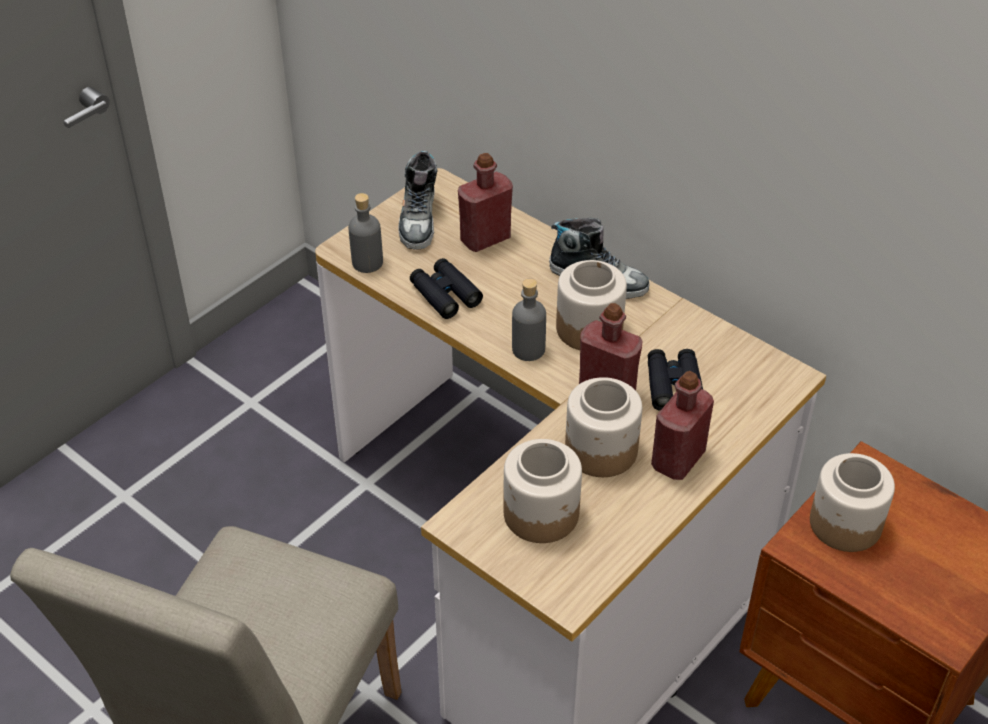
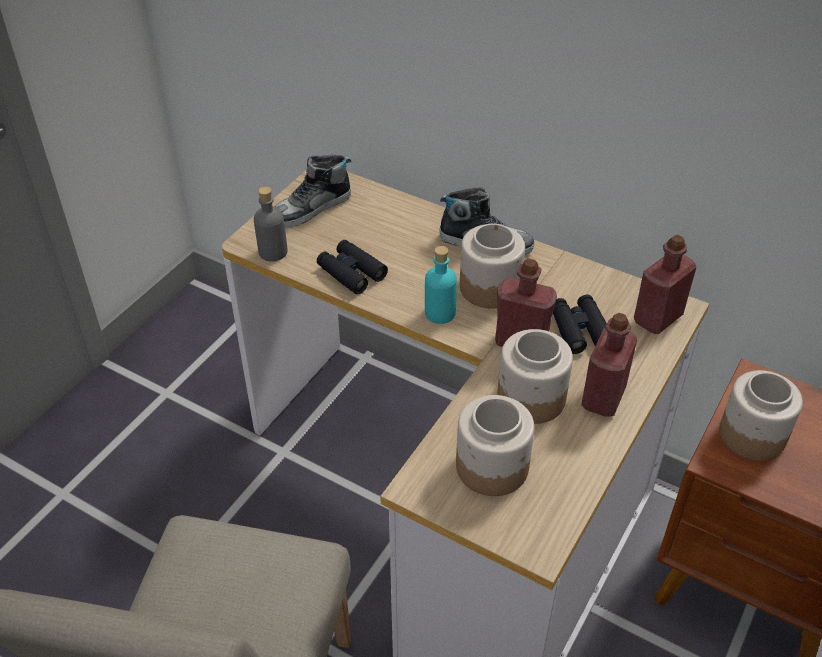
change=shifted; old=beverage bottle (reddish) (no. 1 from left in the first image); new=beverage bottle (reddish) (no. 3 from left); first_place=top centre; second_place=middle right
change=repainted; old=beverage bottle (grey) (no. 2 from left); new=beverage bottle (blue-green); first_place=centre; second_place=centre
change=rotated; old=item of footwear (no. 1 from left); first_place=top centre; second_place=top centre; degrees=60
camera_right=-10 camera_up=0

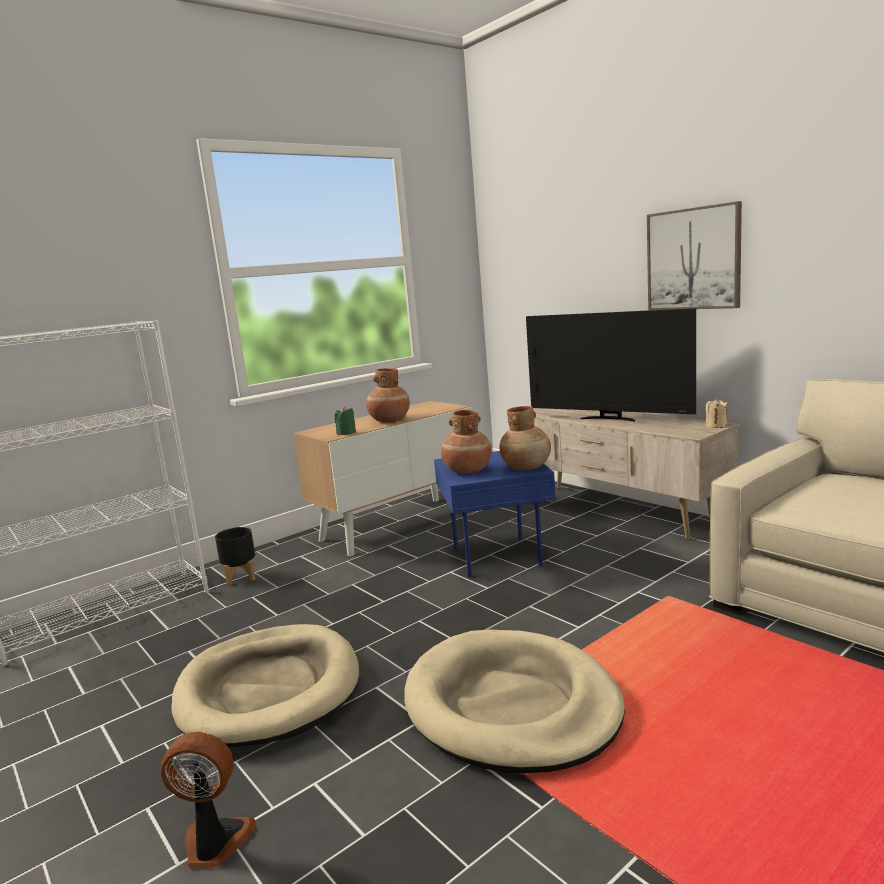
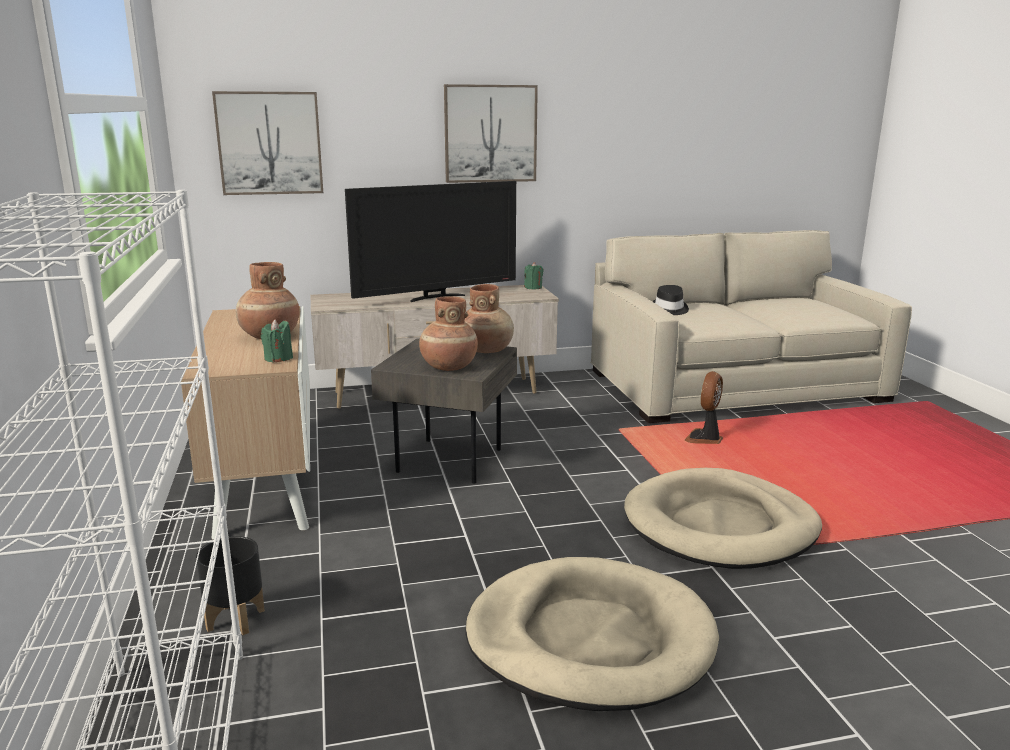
change=new; new=wall art (no. 1 from left); second_place=top left
change=new; new=wearable hat (black-coloured); second_place=centre
change=shifted; old=cooling fan; first_place=bottom left; second_place=middle right
change=repainted; old=end table (blue-coloured); new=end table (grey); first_place=centre; second_place=centre
change=repainted; old=wax candle (beige-coloured); new=wax candle (green-coloured) (no. 2 from left); first_place=middle right; second_place=centre
camera_right=-65 camera_up=5

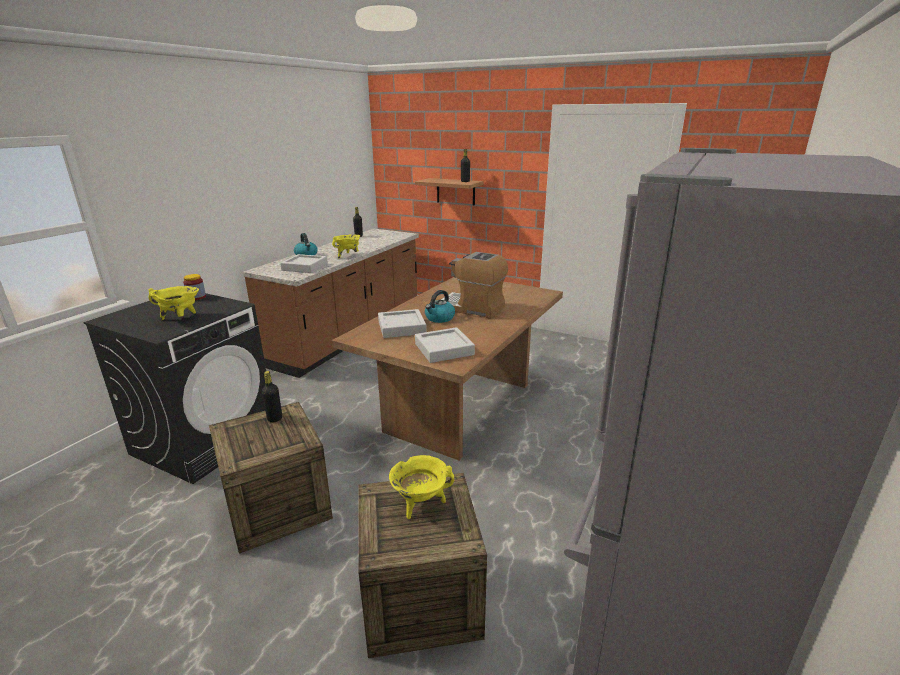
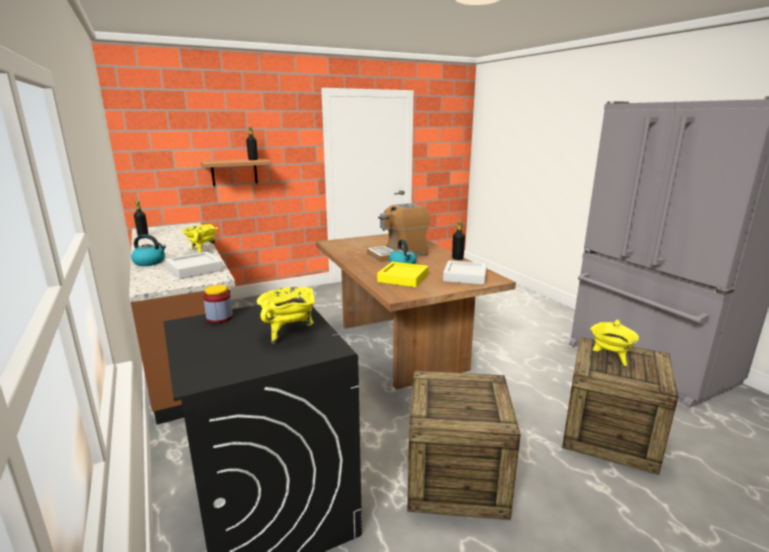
change=shifted; old=beverage bottle (black-coloured) (no. 1 from left in the first image); new=beverage bottle (black-coloured) (no. 3 from left); first_place=middle left; second_place=centre
change=repainted; old=serving tray (grey) (no. 2 from left); new=serving tray (yellowish); first_place=centre; second_place=centre
camera_right=-55 camera_up=-5

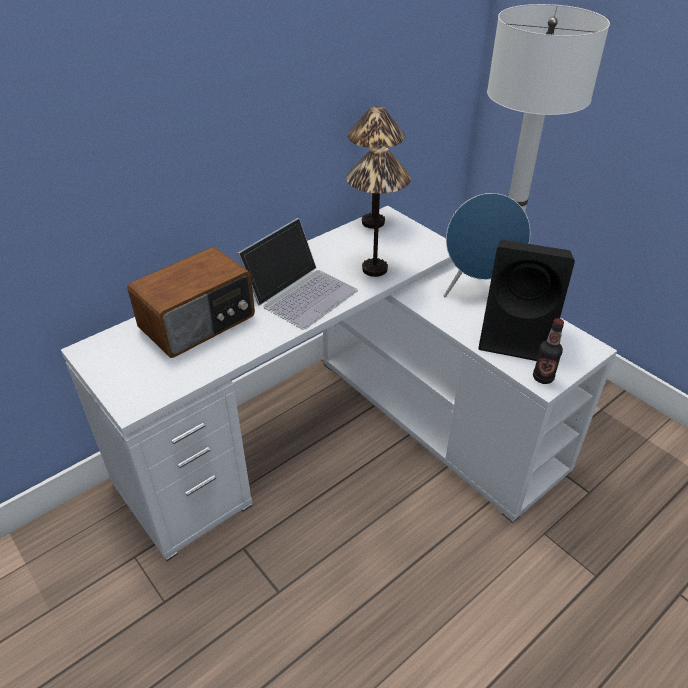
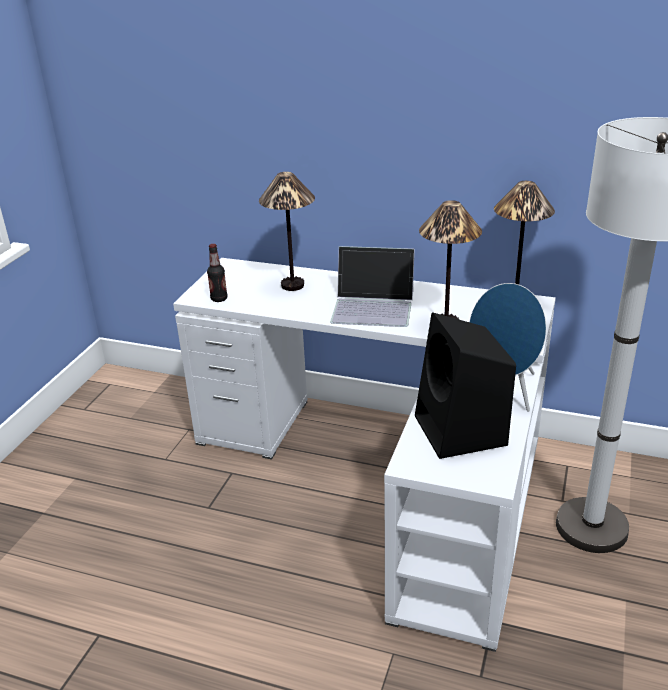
change=shifted; old=beverage bottle; first_place=middle right; second_place=middle left
change=swapped; old=radio; new=table lamp (no. 1 from left); first_place=middle left; second_place=centre
camera_right=60 camera_up=-10

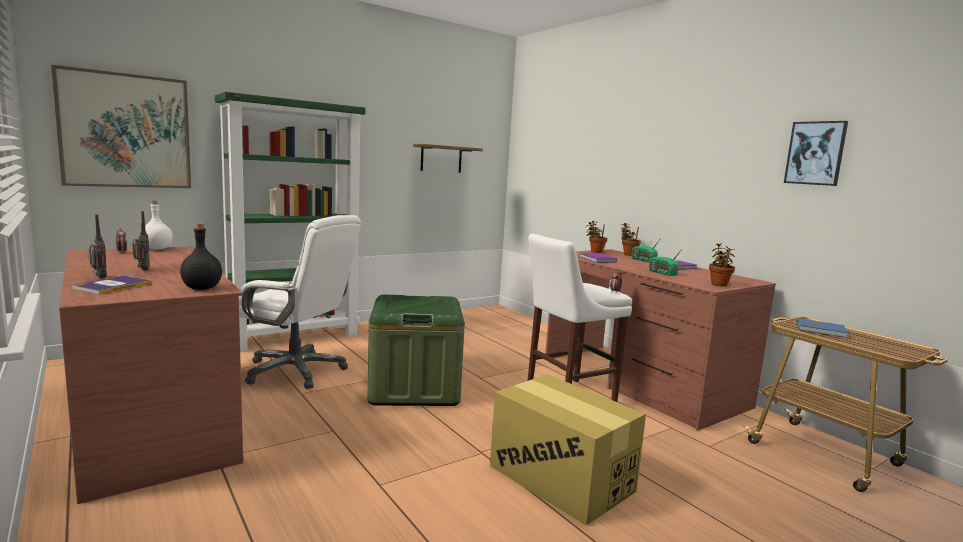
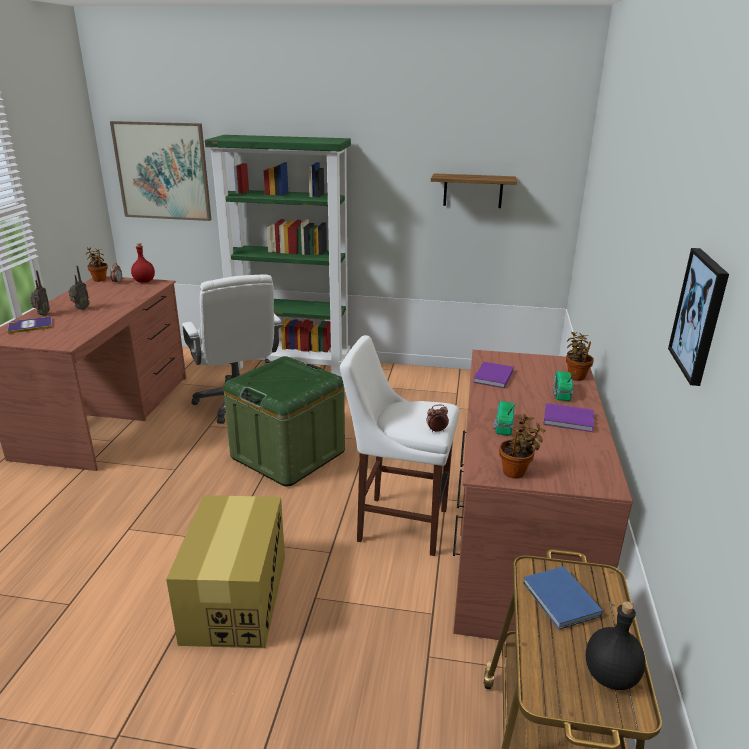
change=shifted; old=beverage bottle (black-coloured); first_place=middle left; second_place=bottom right
change=shifted; old=houseplant (no. 1 from left); first_place=centre; second_place=middle left
change=repainted; old=beverage bottle (white); new=beverage bottle (reddish); first_place=middle left; second_place=middle left
camera_right=45 camera_up=15

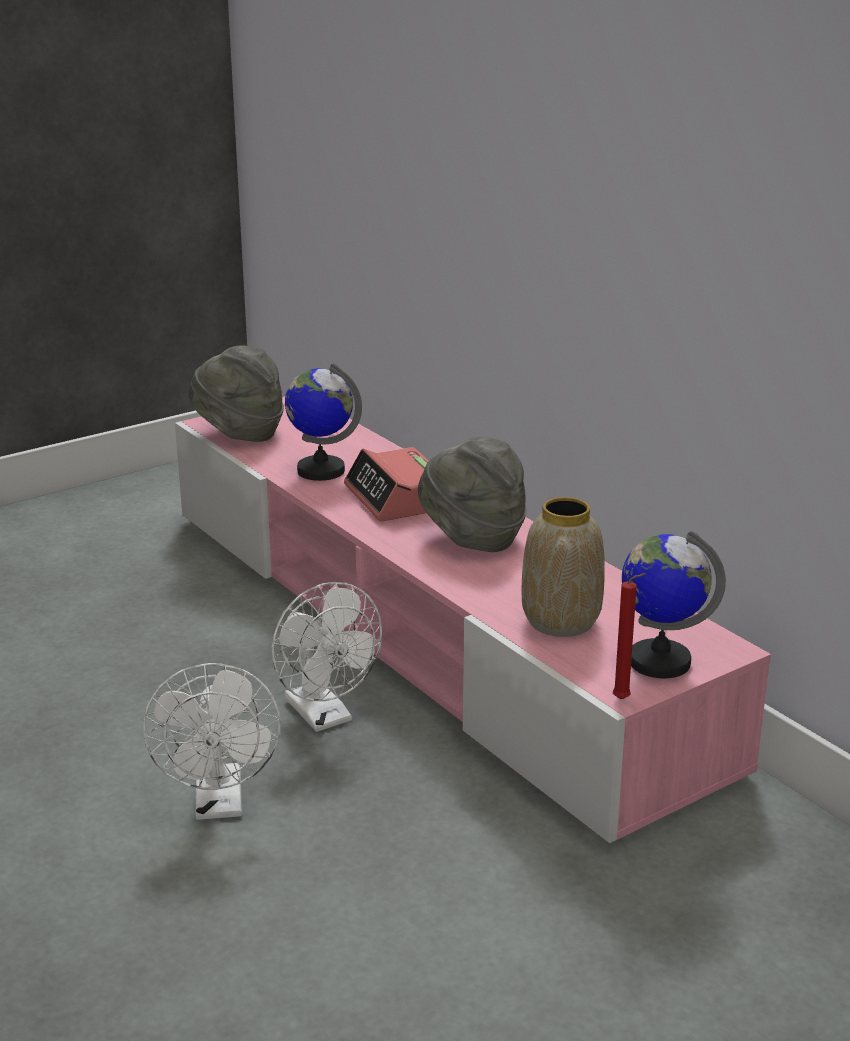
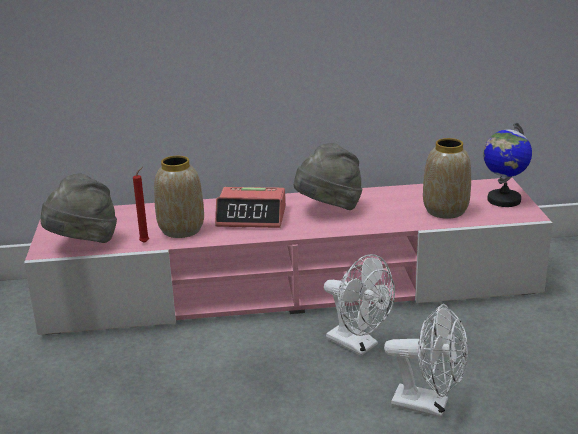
change=shifted; old=wax candle (reddish); first_place=middle right; second_place=middle left
change=swapped; old=world globe (no. 1 from left); new=flower vase (no. 1 from left); first_place=centre; second_place=middle left
change=rotated; old=cooling fan (white) (no. 2 from left in the first image); first_place=centre; second_place=bottom centre; degrees=45
camera_right=-60 camera_up=0

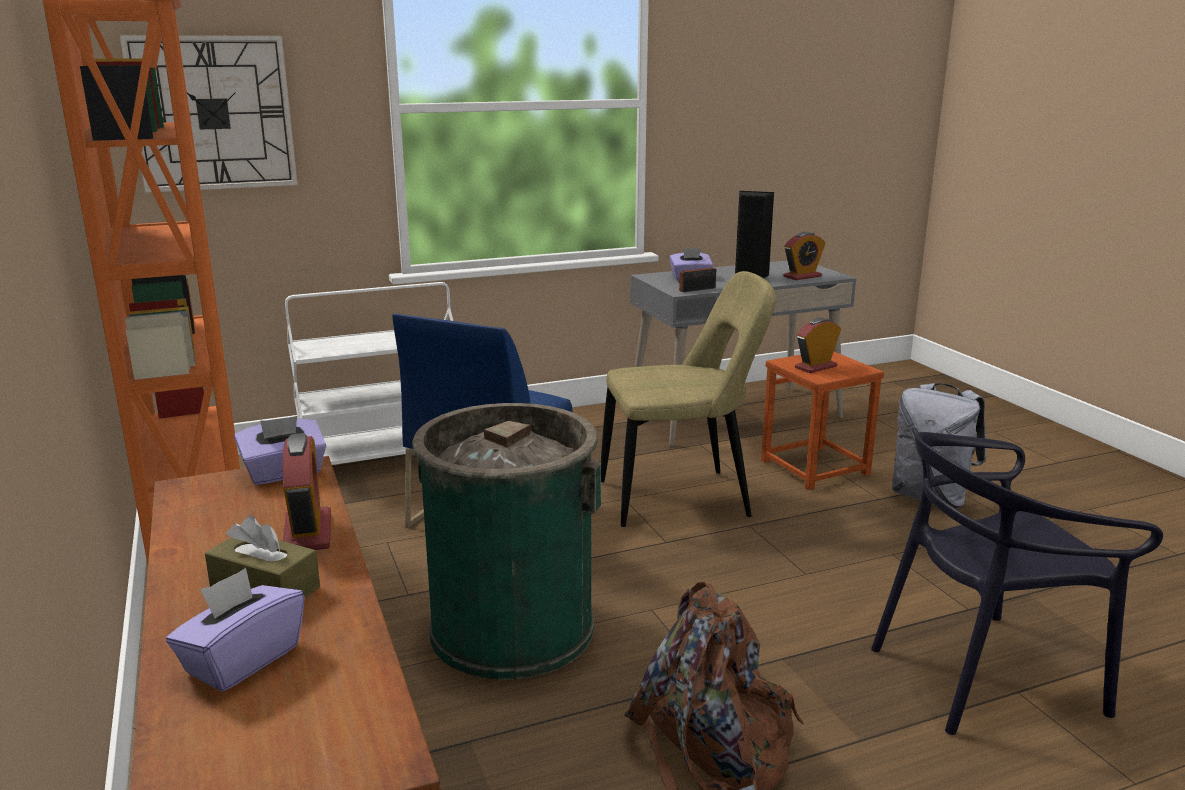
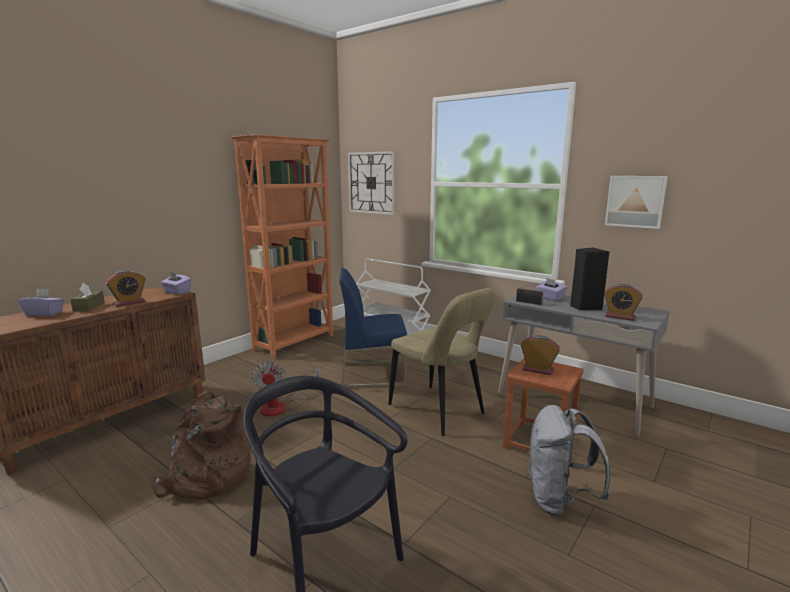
change=new; new=wall art; second_place=middle right
change=swapped; old=waste bin (green-coloured); new=cooling fan; first_place=bottom centre; second_place=centre
camera_right=60 camera_up=-5

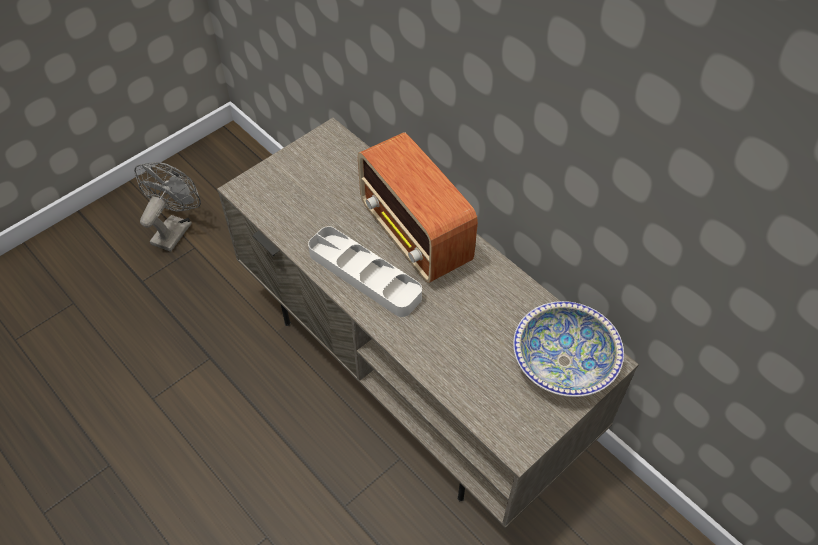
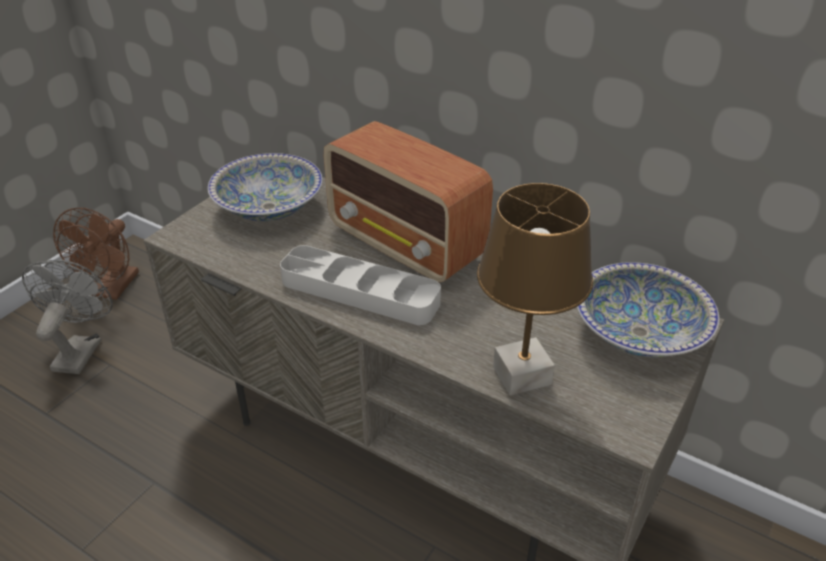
change=new; new=cooling fan (brown); second_place=middle left
change=new; new=deep dish (no. 1 from left); second_place=middle left
change=new; new=table lamp (brown); second_place=centre
camera_right=-15 camera_up=-15

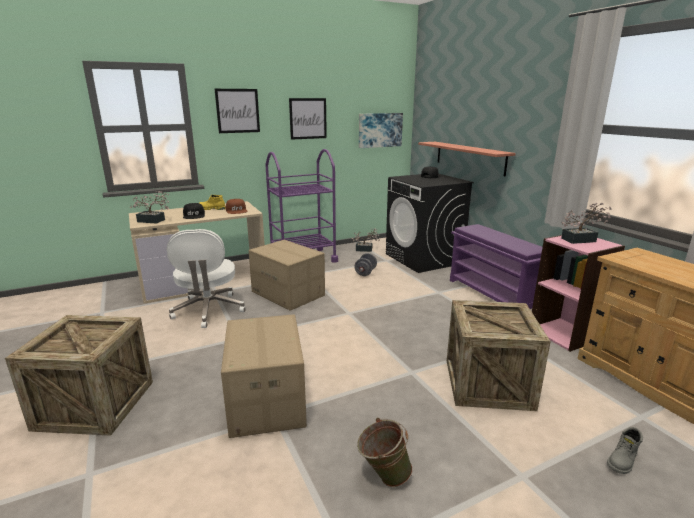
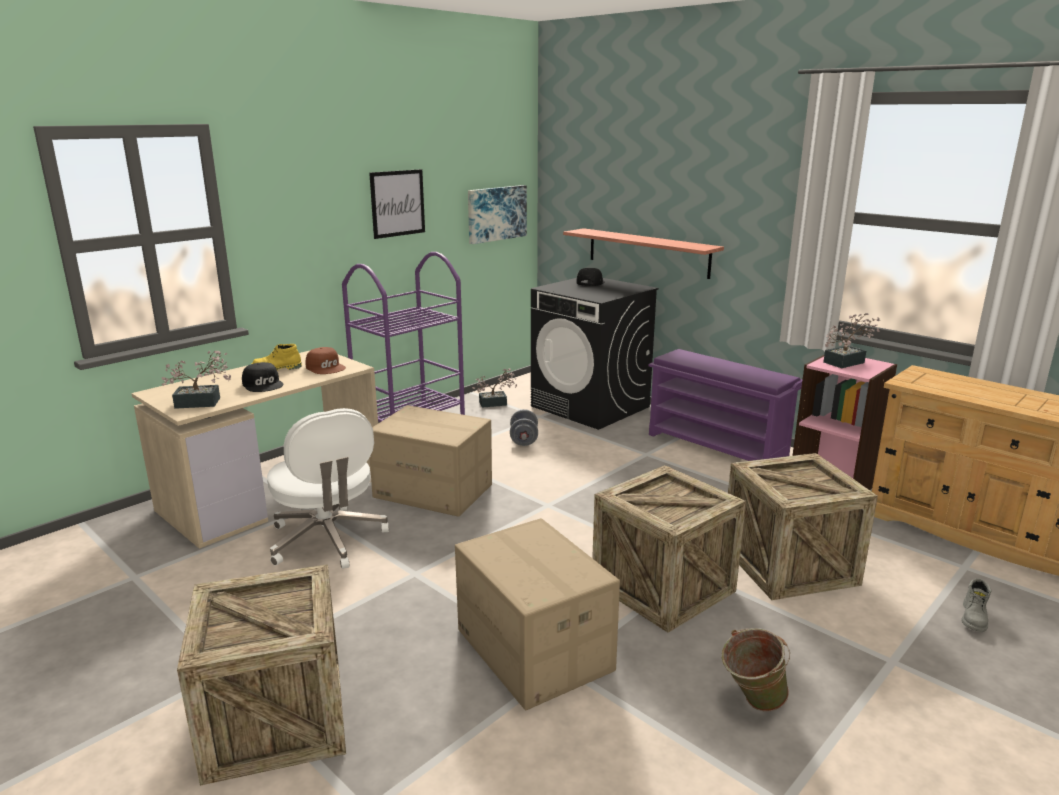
change=gone; old=wall art (no. 1 from left); first_place=top centre
change=new; new=packing crate (no. 2 from left); second_place=bottom centre
camera_right=-20 camera_up=0

